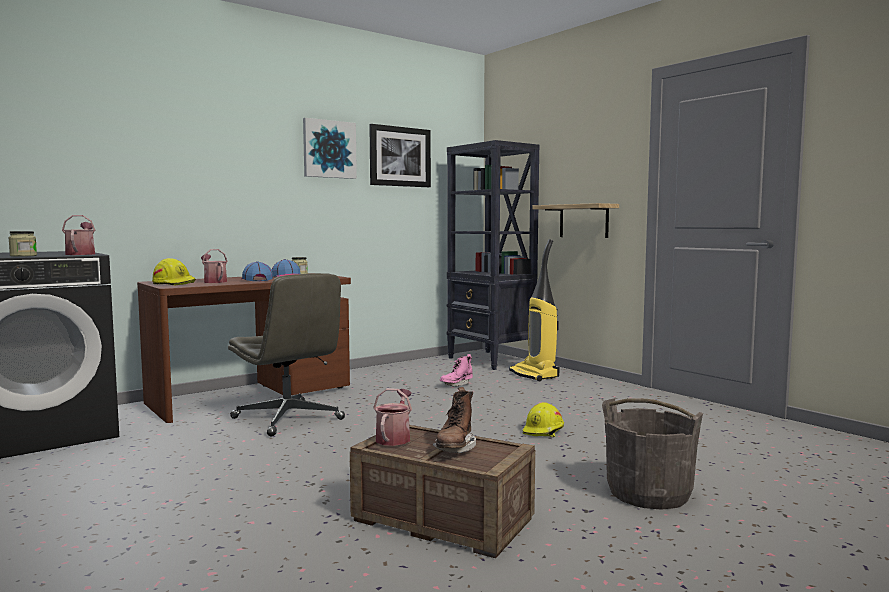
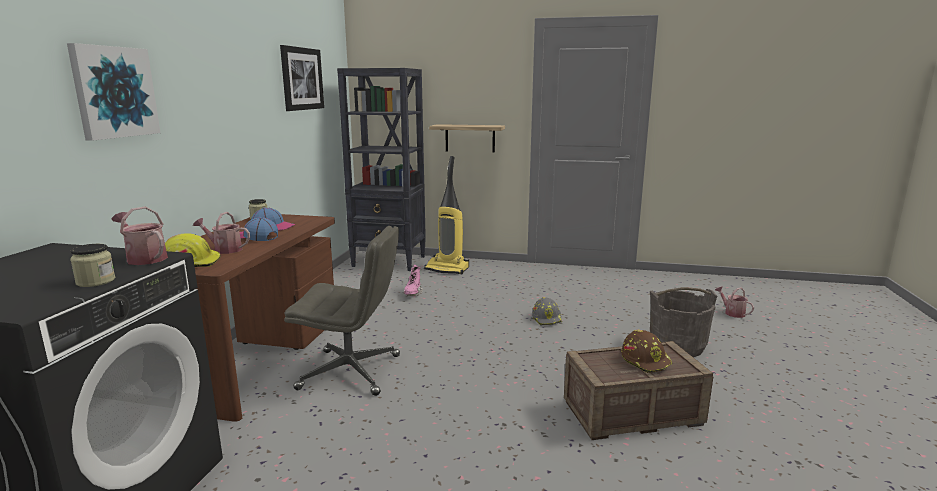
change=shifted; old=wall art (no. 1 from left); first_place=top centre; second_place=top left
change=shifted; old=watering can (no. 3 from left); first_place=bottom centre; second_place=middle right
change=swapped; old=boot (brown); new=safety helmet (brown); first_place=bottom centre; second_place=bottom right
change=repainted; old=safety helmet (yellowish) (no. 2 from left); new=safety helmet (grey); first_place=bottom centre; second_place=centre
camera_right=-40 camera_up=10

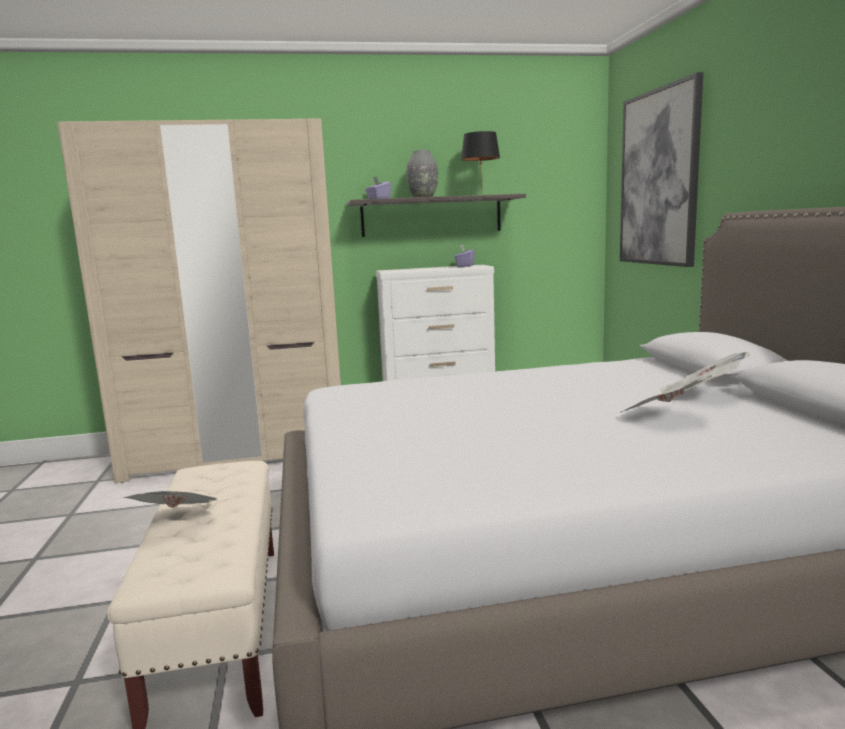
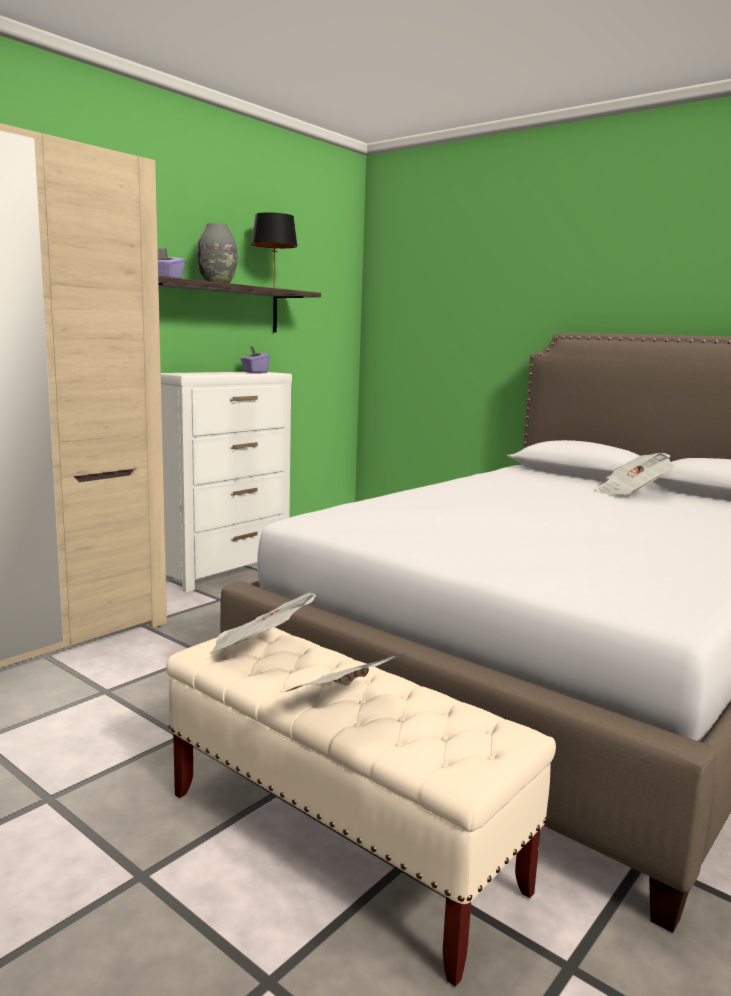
change=gone; old=wall art; first_place=top right
change=shifted; old=printed paper (no. 2 from left in the first image); new=printed paper (no. 1 from left); first_place=middle right; second_place=centre
camera_right=-40 camera_up=0

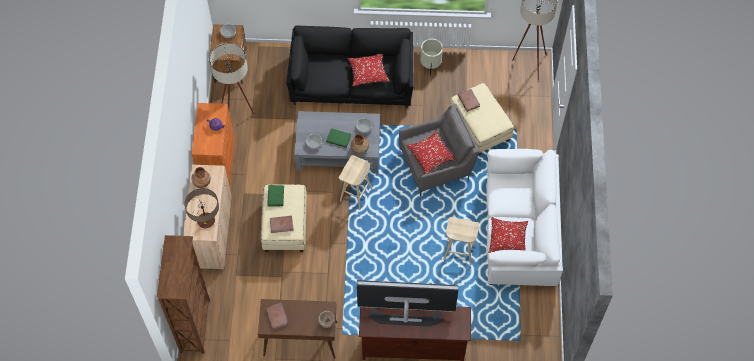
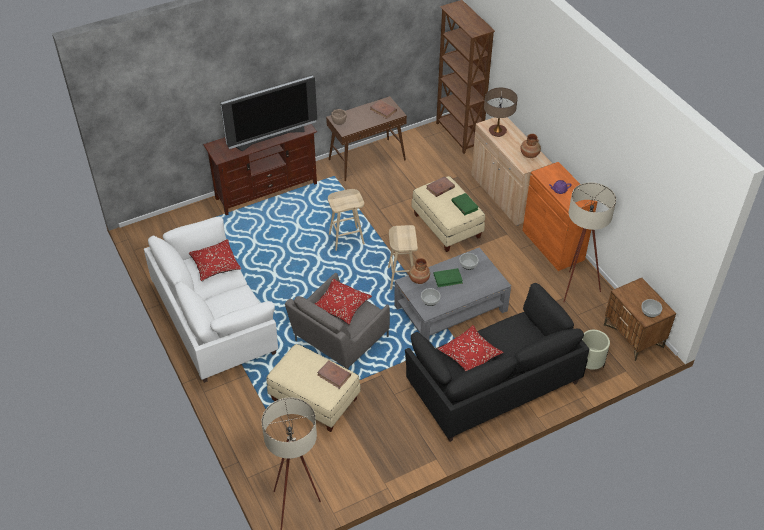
change=shifted; old=plant pot (beige-coloured); first_place=top centre; second_place=middle right
change=shifted; old=sitting stool (beige-coloured) (no. 2 from left in the first image); new=sitting stool (beige-coloured) (no. 1 from left); first_place=bottom centre; second_place=centre
camera_right=150 camera_up=-15

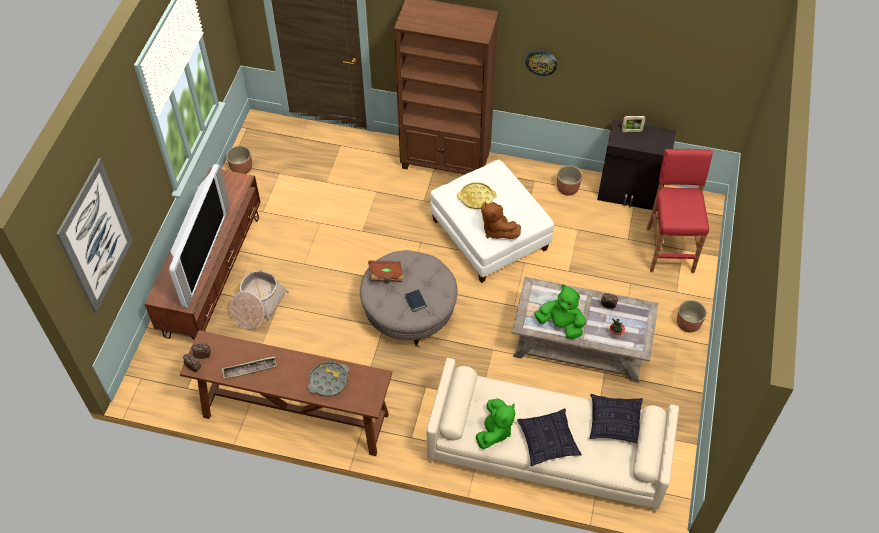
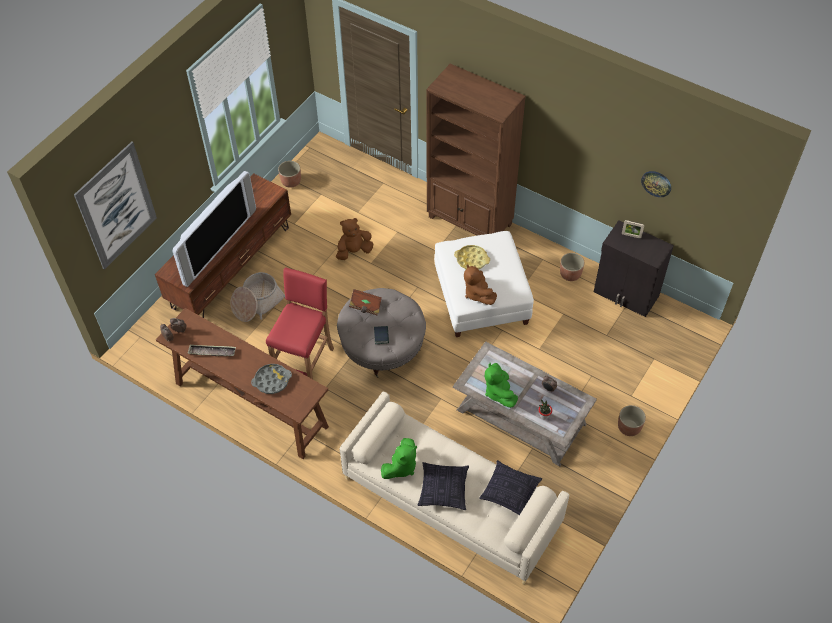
change=new; new=cuddly toy (brown) (no. 1 from left); second_place=centre
change=shifted; old=wall clock; first_place=top centre; second_place=top right
change=shifted; old=sitting stool (reddish); first_place=middle right; second_place=centre
change=rotated; old=cuddly toy (green-coloured) (no. 2 from left); first_place=centre; second_place=centre; degrees=-150
camera_right=20 camera_up=0

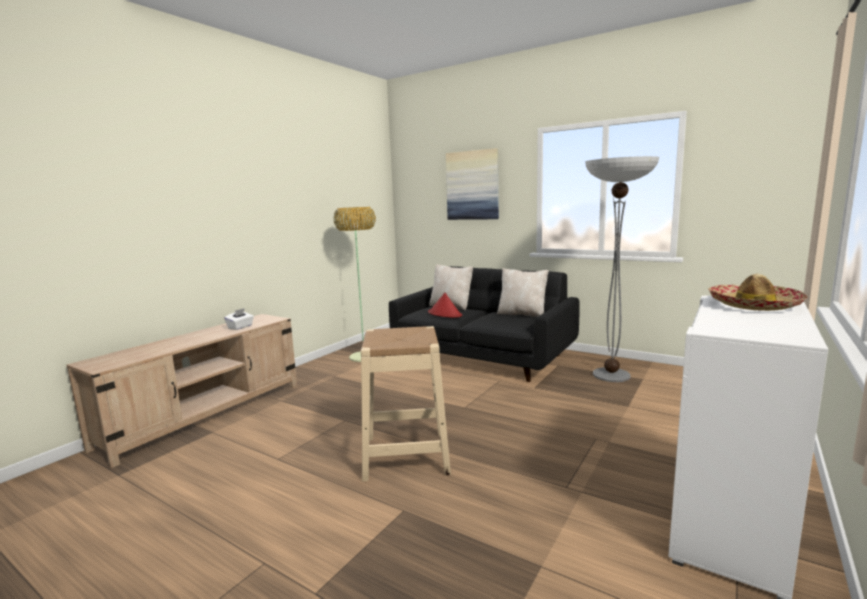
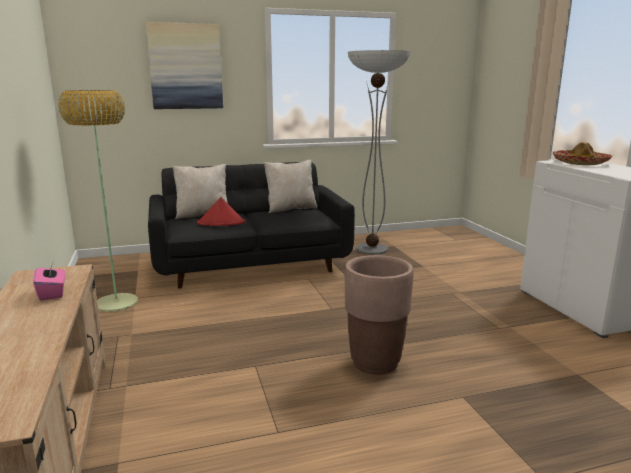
change=swapped; old=sitting stool (beige-coloured); new=plant pot (brown); first_place=bottom centre; second_place=centre
change=repainted; old=box of tissues (white); new=box of tissues (pink); first_place=middle left; second_place=middle left
camera_right=-50 camera_up=5

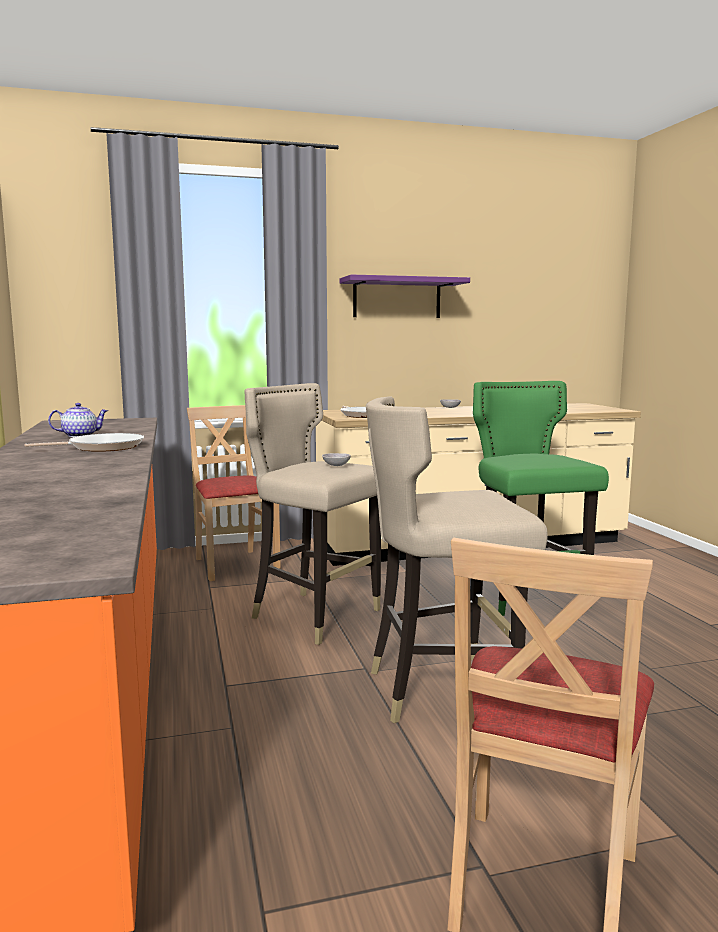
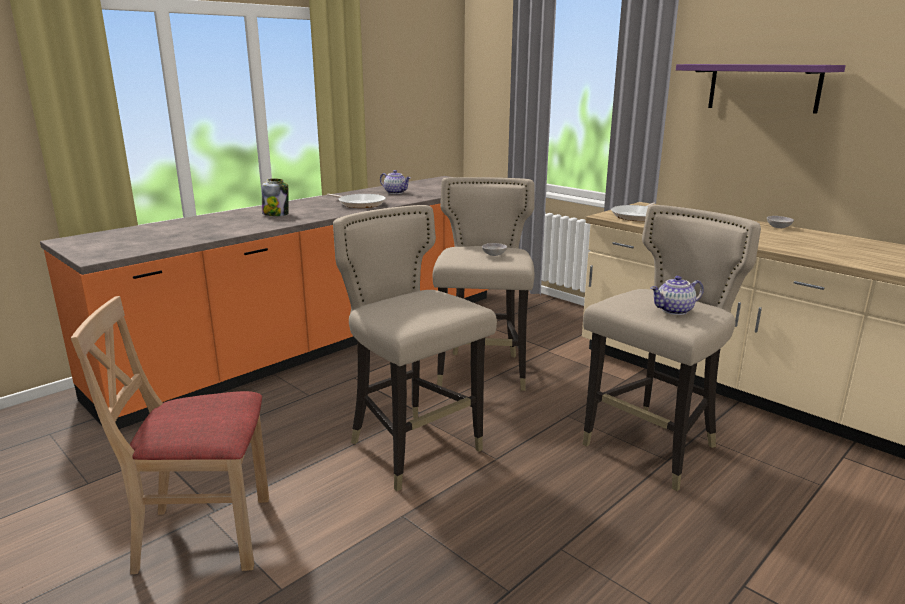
change=gone; old=upright chair (beige-coloured) (no. 1 from left); first_place=middle left
change=new; new=preserve jar; second_place=top left
change=new; new=pot for tea (no. 2 from left); second_place=middle right
change=repainted; old=sitting stool (green-coloured); new=sitting stool (beige-coloured) (no. 3 from left); first_place=middle right; second_place=middle right
camera_right=60 camera_up=10

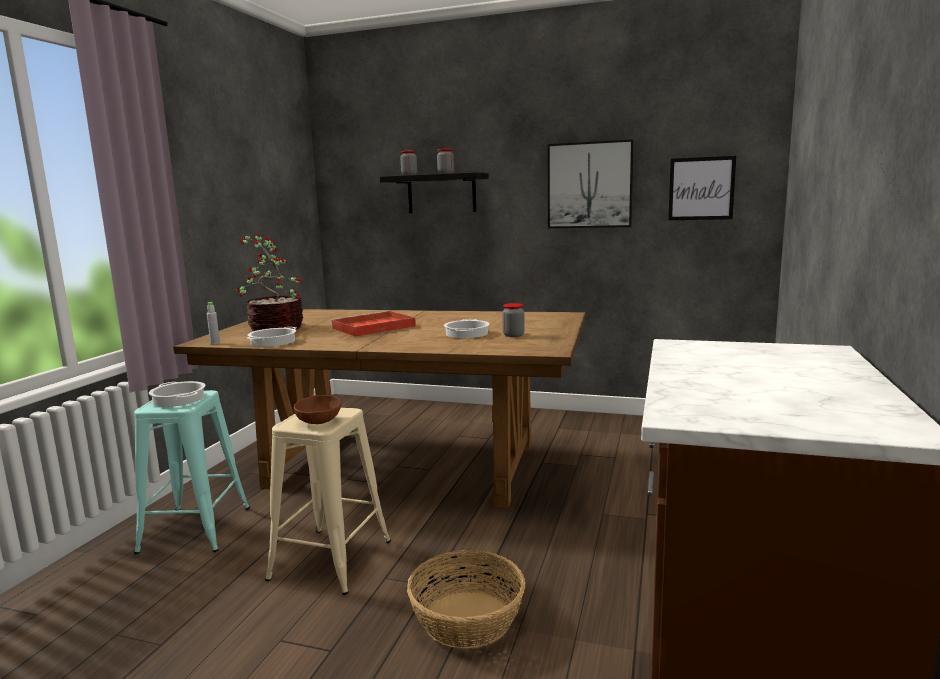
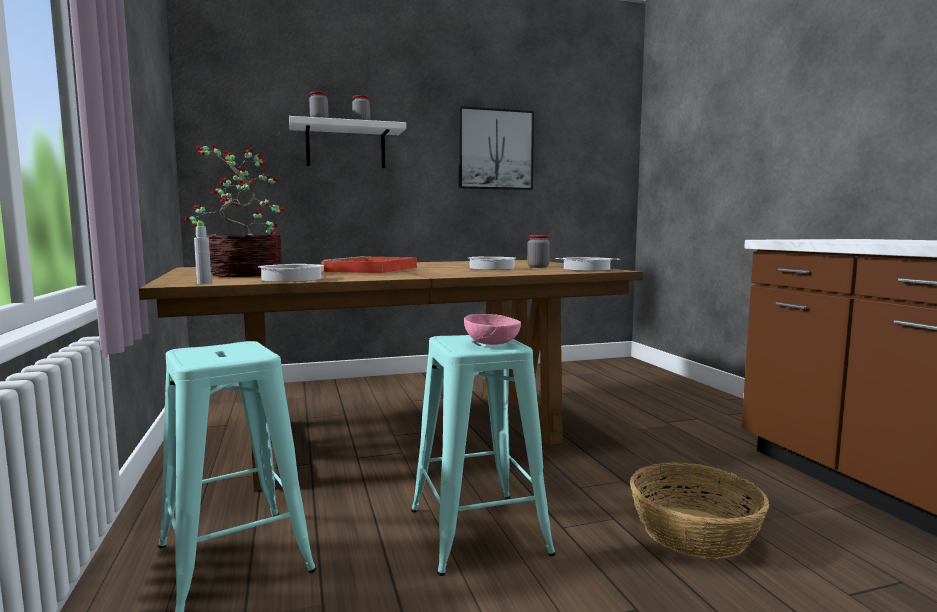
change=gone; old=wall art (no. 2 from left); first_place=top right
change=shifted; old=stockpot (no. 1 from left in the first image); new=stockpot (no. 3 from left); first_place=middle left; second_place=centre
change=repainted; old=sitting stool (beige-coloured); new=sitting stool (blue-green) (no. 2 from left); first_place=bottom centre; second_place=bottom centre
change=repainted; old=deep dish (brown); new=deep dish (pink); first_place=centre; second_place=centre
change=repainted; old=wall shelf (black-coloured); new=wall shelf (white); first_place=top centre; second_place=top centre
camera_right=-35 camera_up=-5

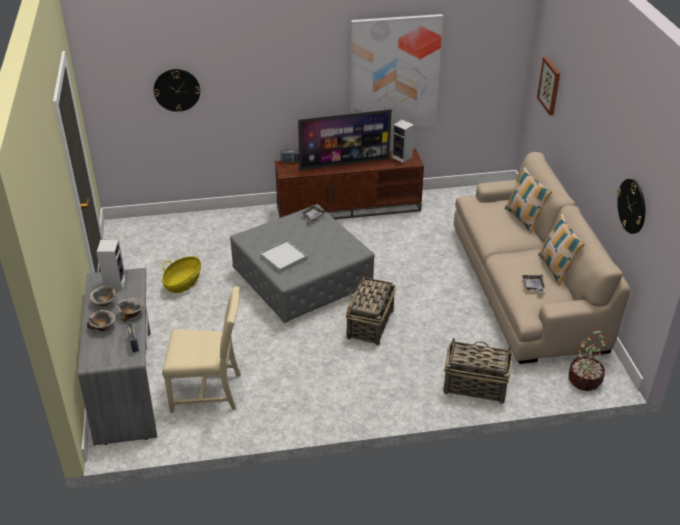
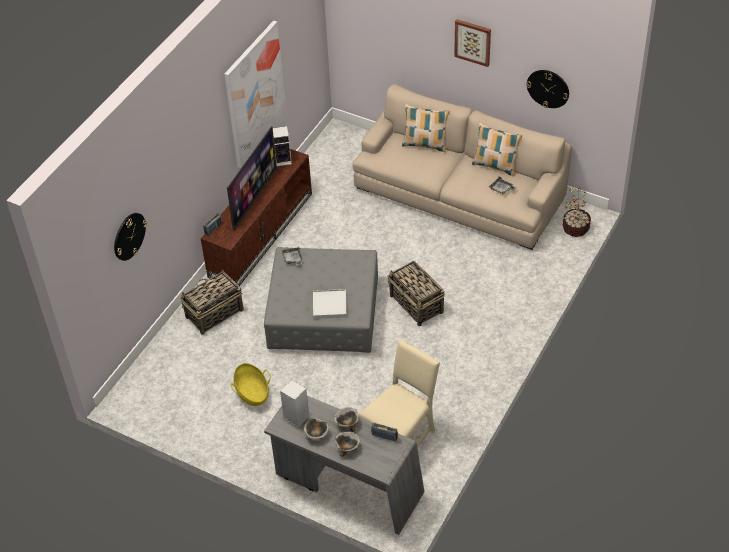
change=shifted; old=basket (no. 3 from left in the first image); new=basket (no. 1 from left); first_place=bottom right; second_place=middle left
change=shifted; old=wall art (no. 2 from left); first_place=top right; second_place=top centre
camera_right=-50 camera_up=10

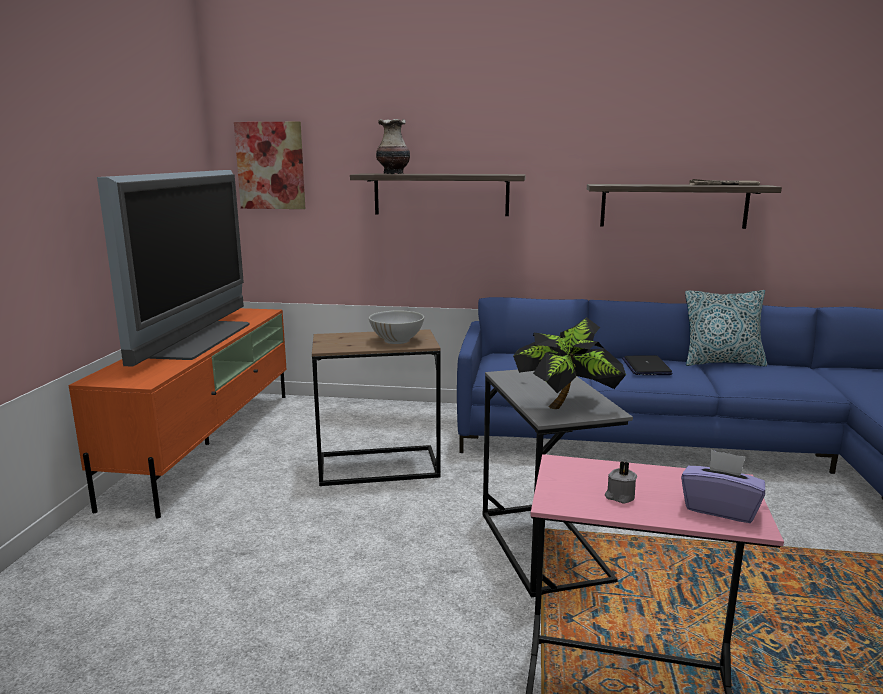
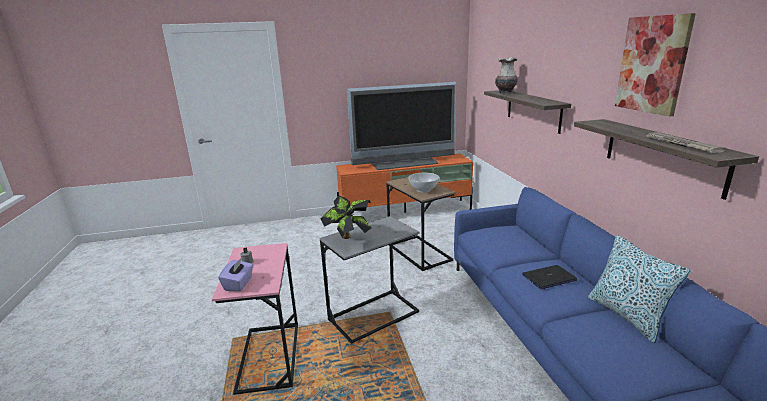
change=shifted; old=wall art; first_place=top left; second_place=top right
camera_right=70 camera_up=5

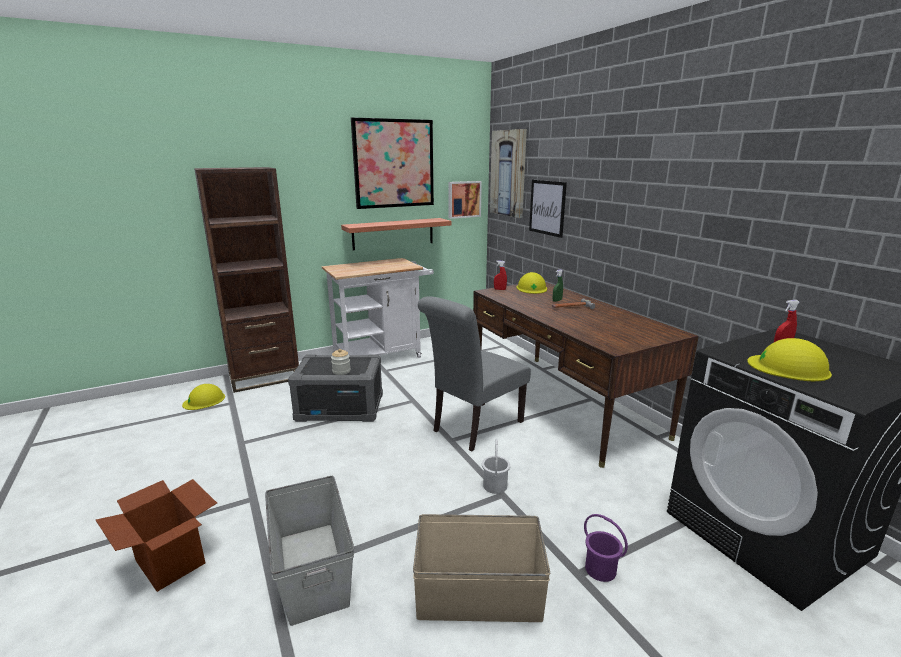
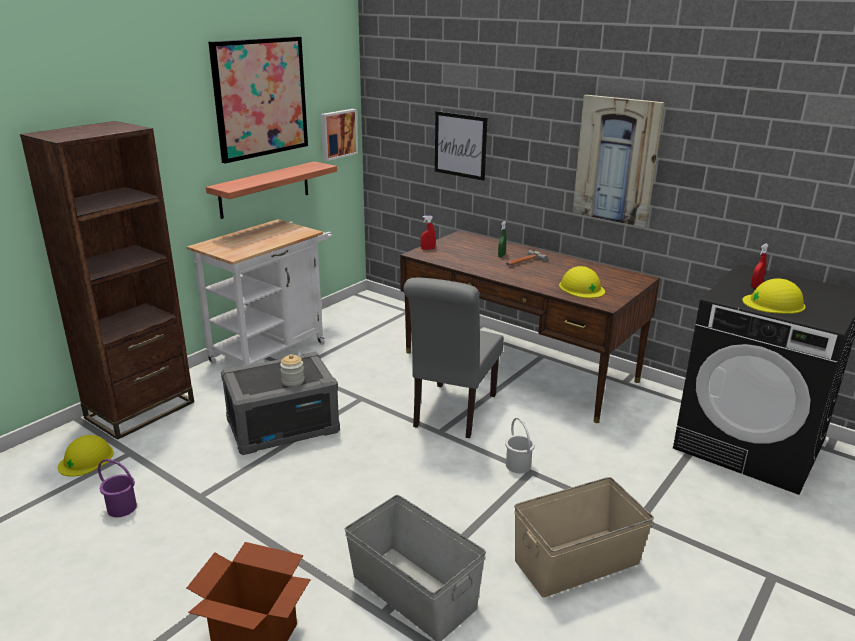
change=shifted; old=wall art (no. 3 from left in the first image); new=wall art (no. 4 from left); first_place=top centre; second_place=top right
change=shifted; old=safety helmet (yellowish) (no. 2 from left); first_place=centre; second_place=middle right
change=shifted; old=bucket (purplish); first_place=bottom right; second_place=bottom left
camera_right=-25 camera_up=5

